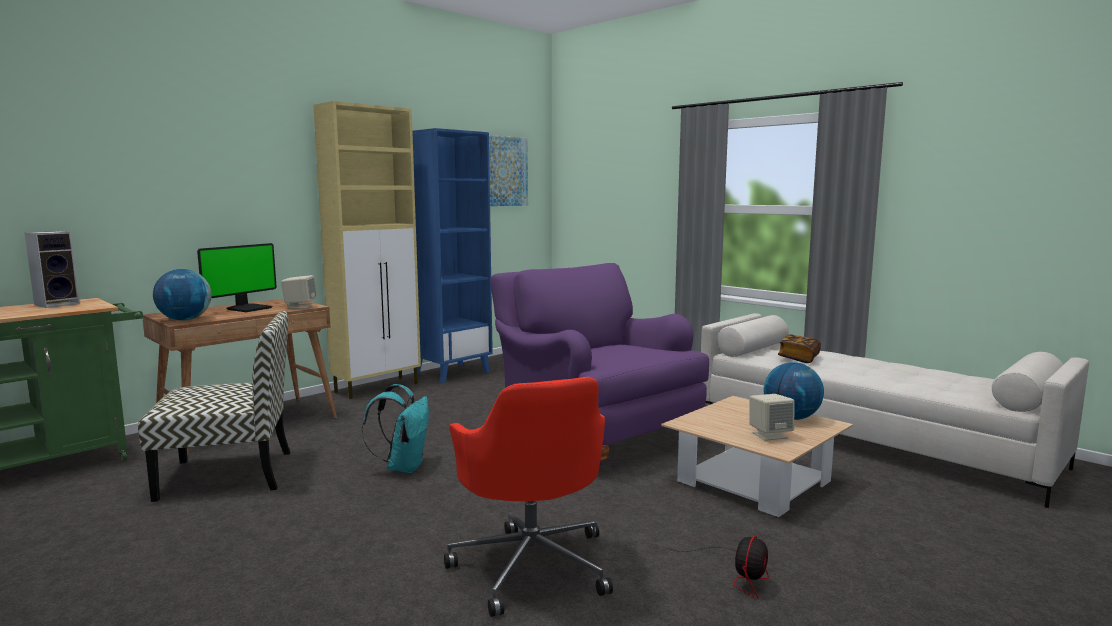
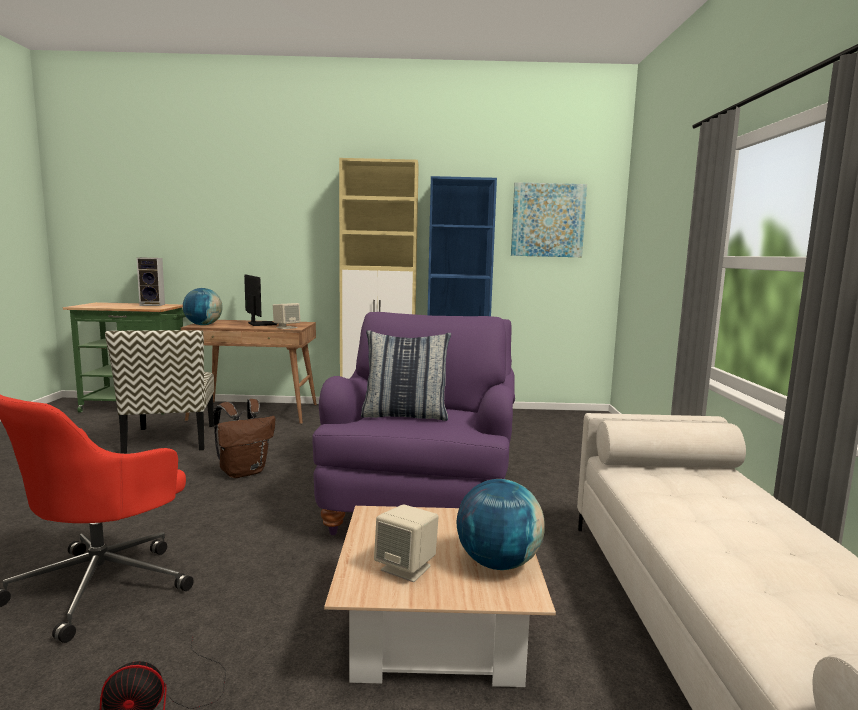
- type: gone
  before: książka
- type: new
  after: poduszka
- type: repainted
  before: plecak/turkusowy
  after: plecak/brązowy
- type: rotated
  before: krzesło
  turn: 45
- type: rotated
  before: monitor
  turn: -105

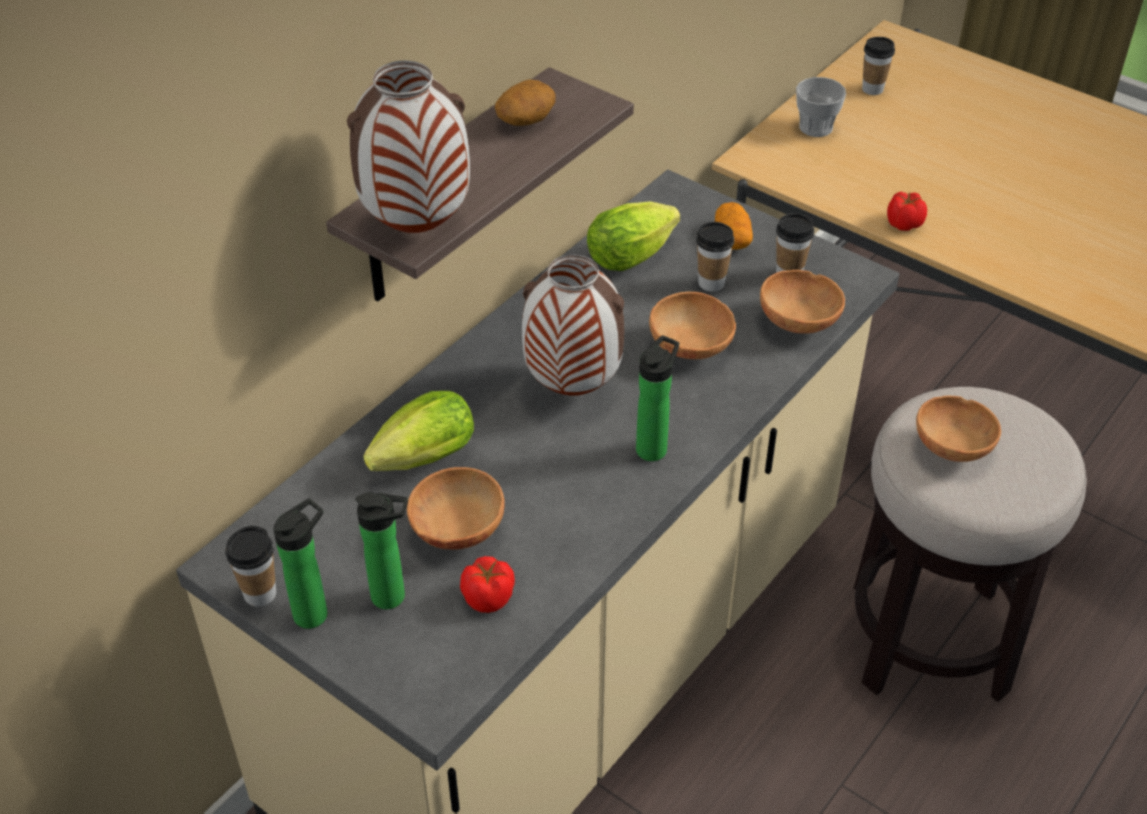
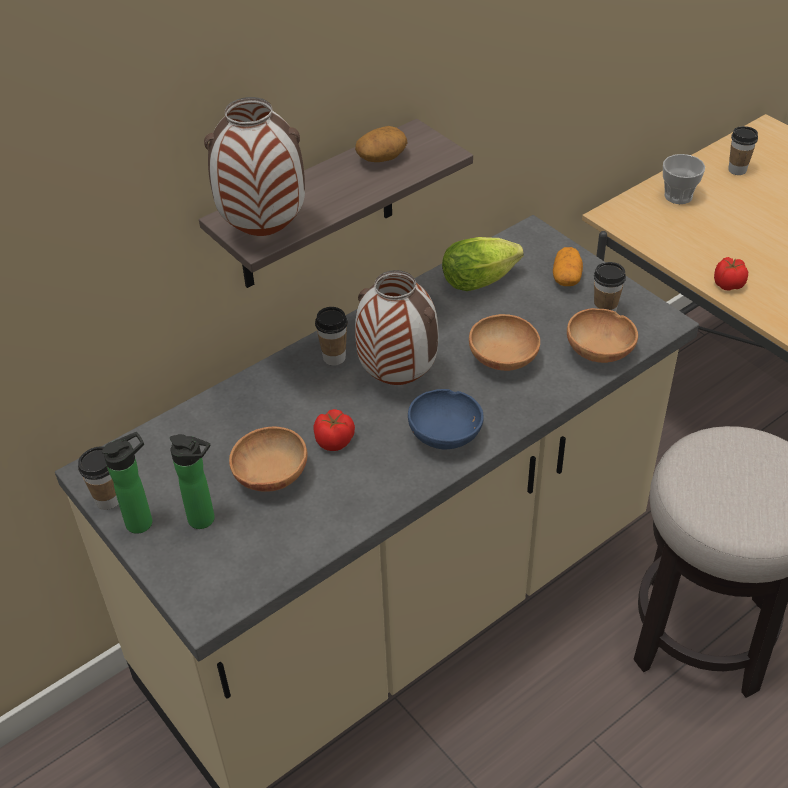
- type: gone
  before: sałata (no. 1 from left)
- type: gone
  before: miska/brązowy (no. 4 from left)
- type: shifted
  before: pomidor (no. 1 from left)
- type: shifted
  before: filiżanka (no. 2 from left)
- type: swapped
  before: butelka (no. 3 from left)
  after: miska/niebieski

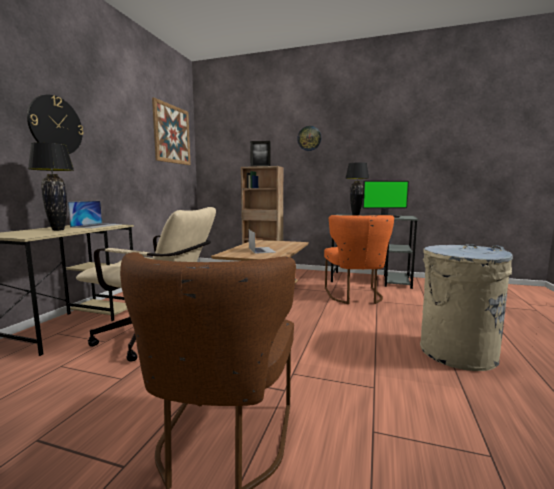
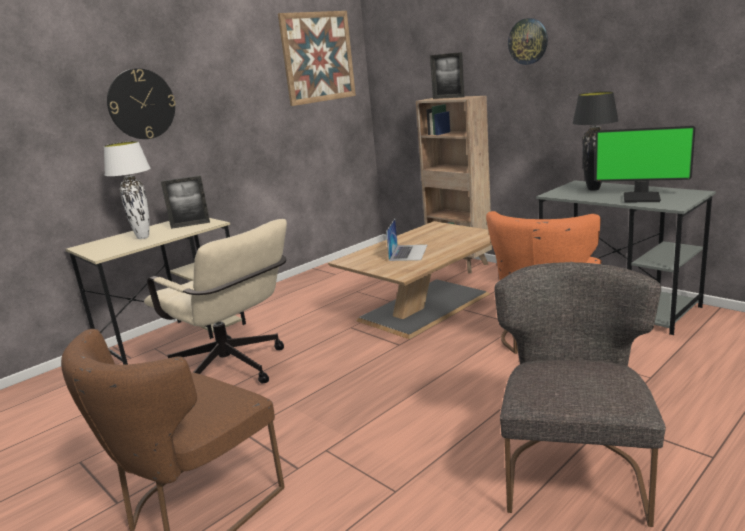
- type: swapped
  before: laptop (no. 1 from left)
  after: ramka na zdjęcie (no. 1 from left)
- type: swapped
  before: kosz na śmieci/beżowy
  after: krzesło/szary
- type: repainted
  before: lampa stołowa/czarny (no. 1 from left)
  after: lampa stołowa/biały

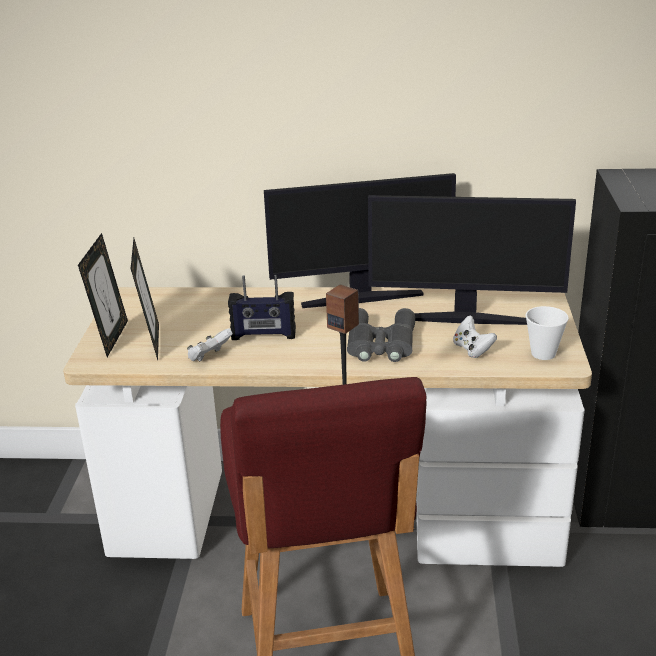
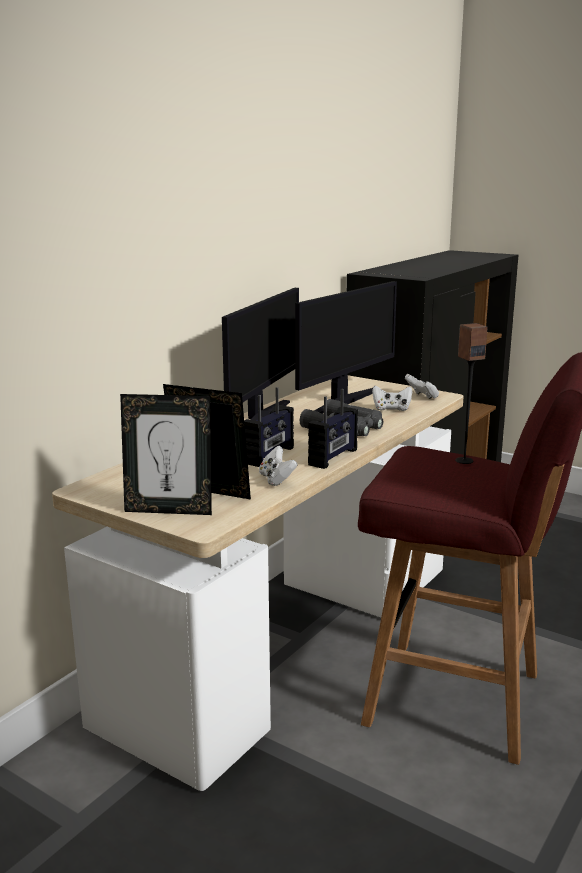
- type: new
  after: radio (no. 2 from left)
- type: swapped
  before: filiżanka
  after: pad do gier/biały (no. 3 from left)
- type: rotated
  before: ramka na zdjęcie (no. 1 from left)
  turn: 150

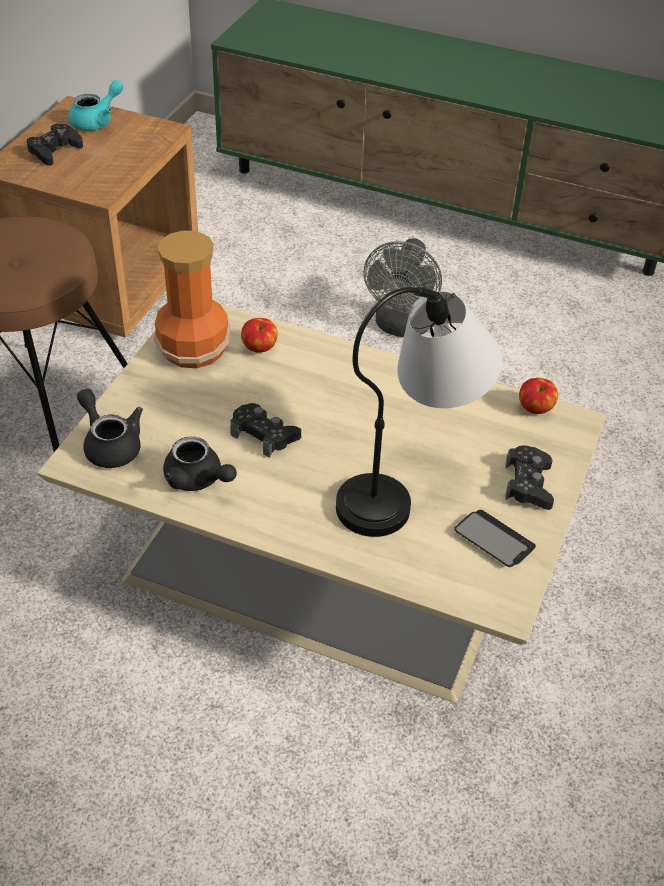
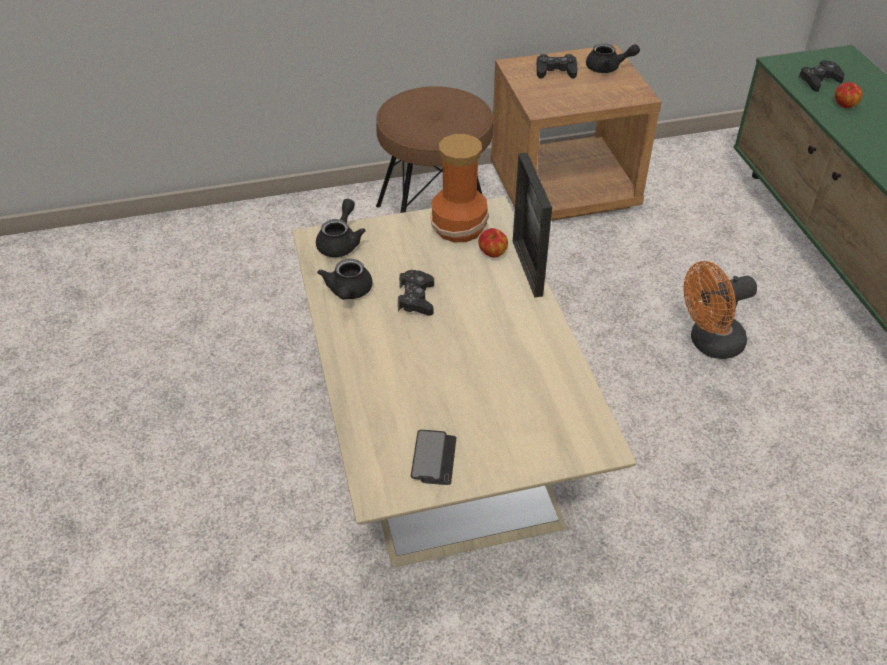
- type: gone
  before: lampa stołowa
- type: new
  after: ramka na zdjęcie
- type: shifted
  before: pad do gier/czarny (no. 3 from left)
- type: shifted
  before: jabłko (no. 2 from left)
- type: repainted
  before: imbryk/turkusowy
  after: imbryk/czarny (no. 3 from left)
- type: repainted
  before: wentylator/szary
  after: wentylator/pomarańczowy

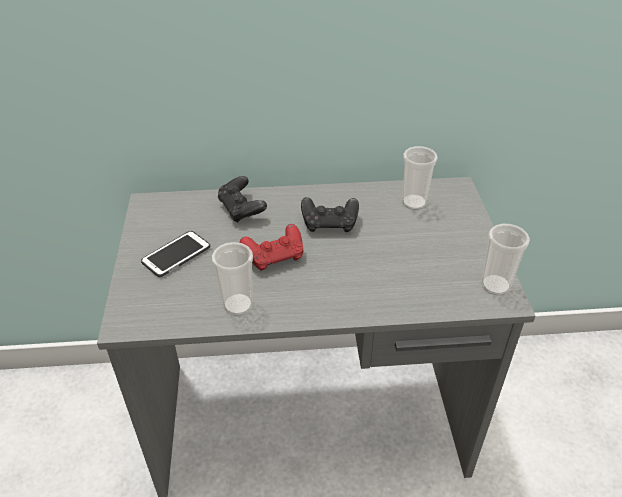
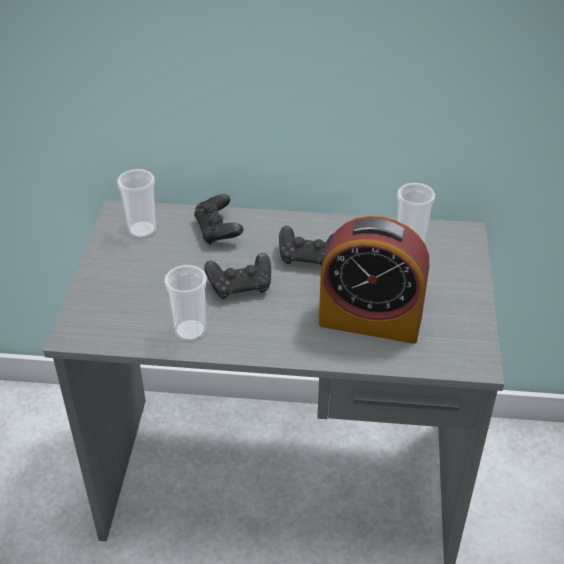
- type: gone
  before: telefon
- type: new
  after: budzik
- type: shifted
  before: filiżanka (no. 3 from left in the first image)
  after: filiżanka (no. 1 from left)
- type: repainted
  before: pad do gier/czerwony
  after: pad do gier/czarny (no. 2 from left)

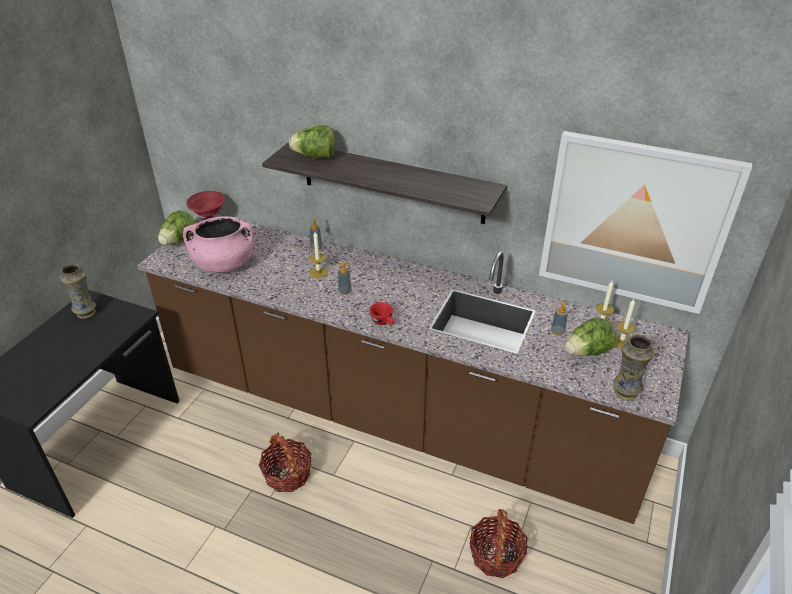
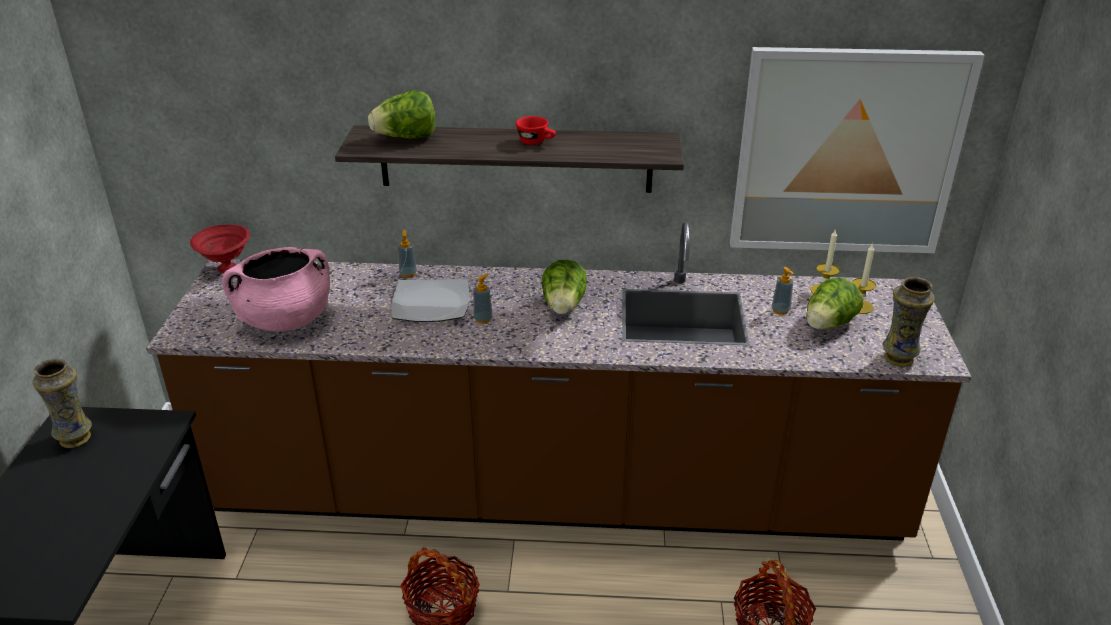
- type: shifted
  before: sałata (no. 1 from left in the first image)
  after: sałata (no. 2 from left)
- type: shifted
  before: filiżanka/czerwony
- type: swapped
  before: świeca (no. 1 from left)
  after: talerz

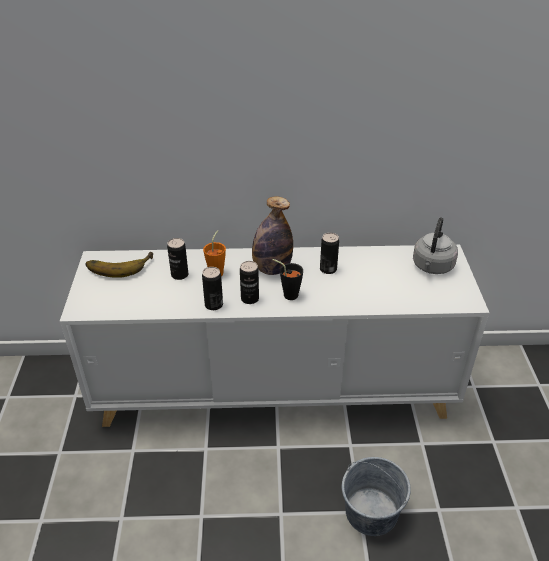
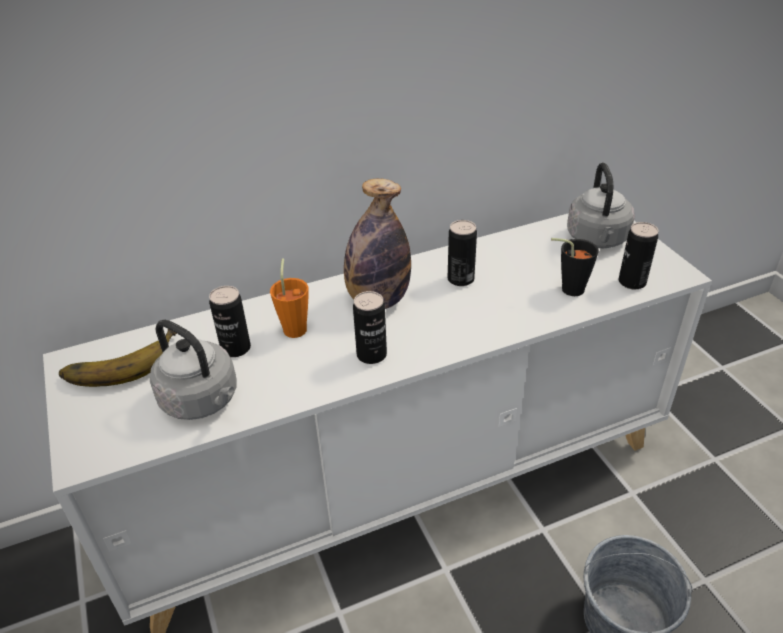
- type: new
  after: czajnik/szary (no. 1 from left)
- type: shifted
  before: puszka (no. 2 from left in the first image)
  after: puszka (no. 4 from left)
- type: shifted
  before: filiżanka/czarny

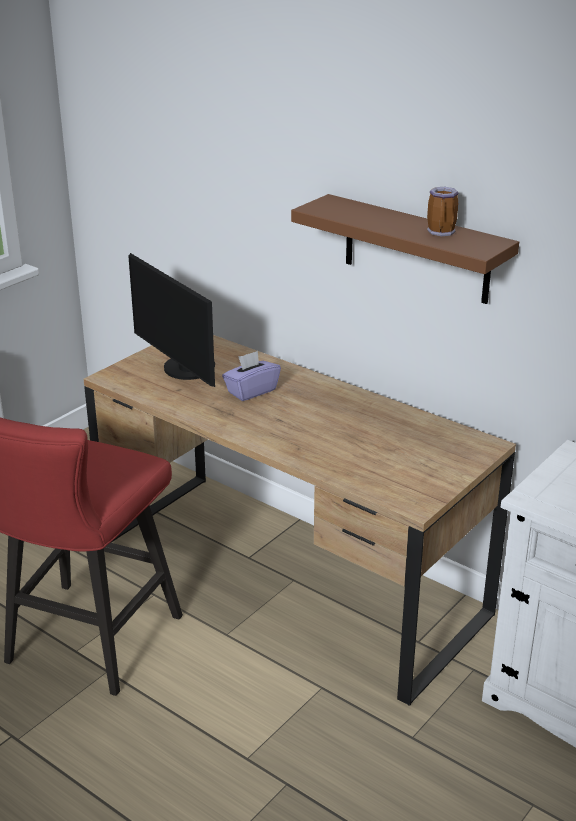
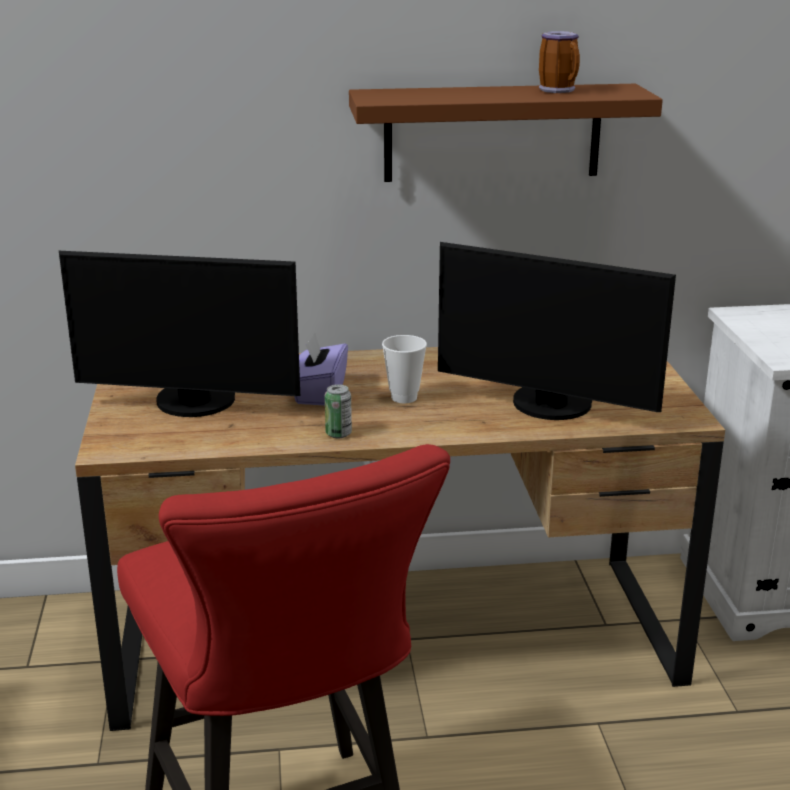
- type: new
  after: puszka
- type: new
  after: filiżanka
- type: new
  after: monitor (no. 2 from left)

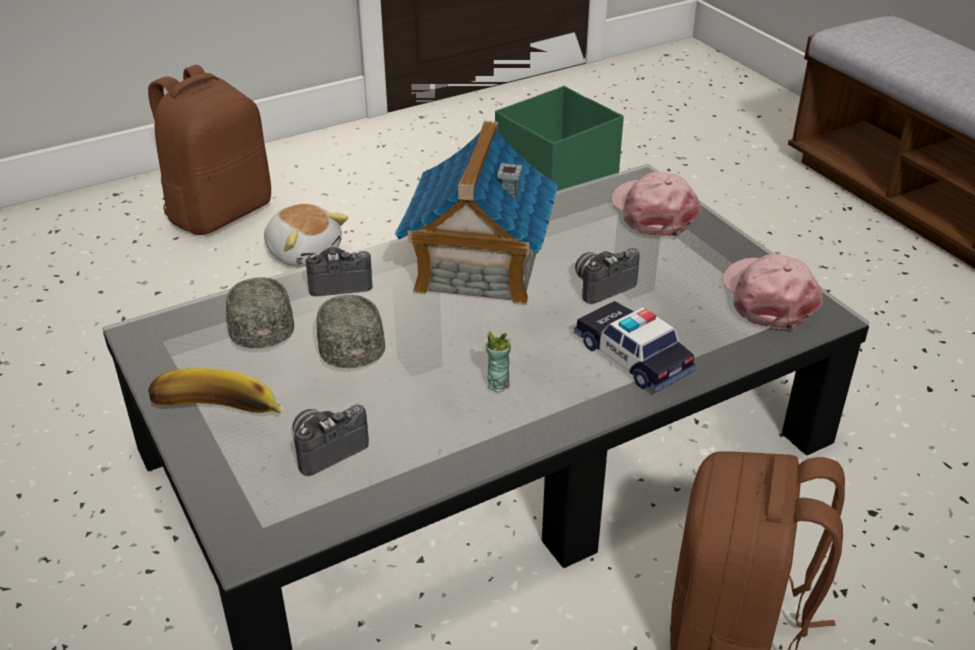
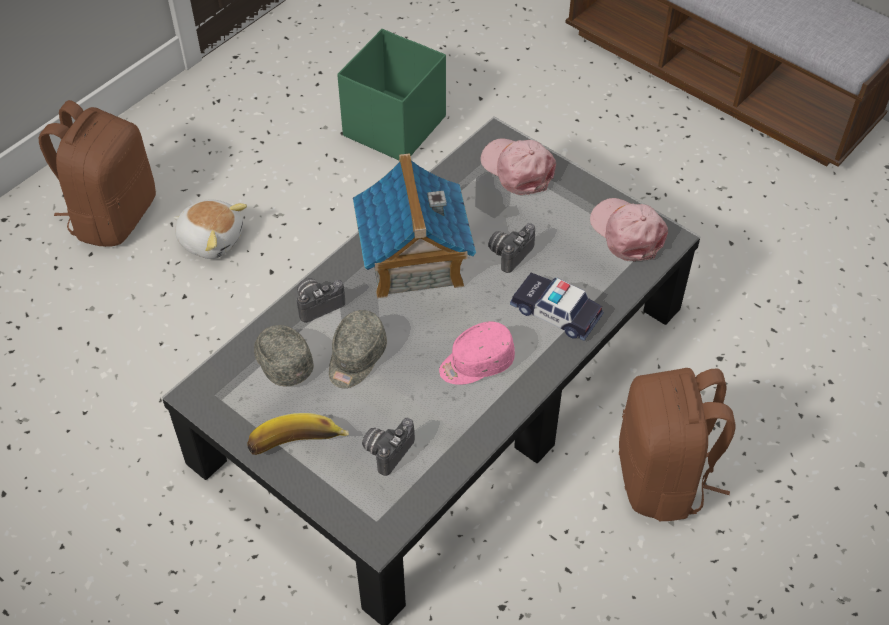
- type: swapped
  before: filiżanka
  after: czapka z daszkiem/różowy (no. 1 from left)
- type: rotated
  before: czapka z daszkiem/szary (no. 2 from left)
  turn: -120

